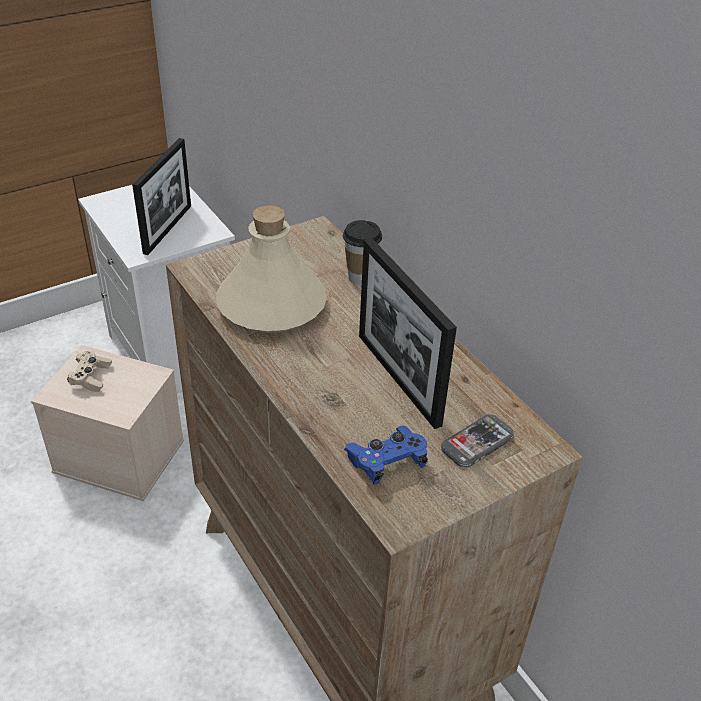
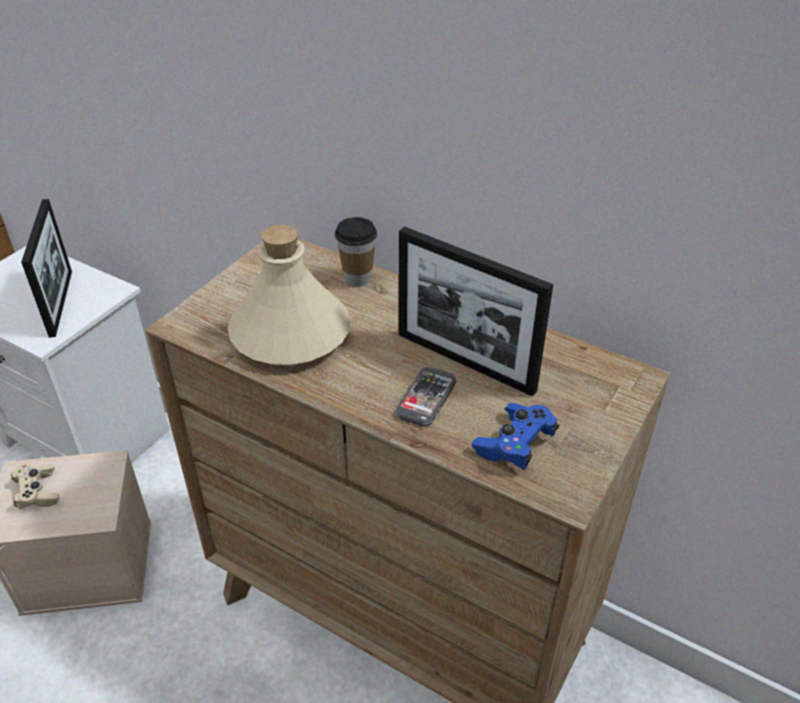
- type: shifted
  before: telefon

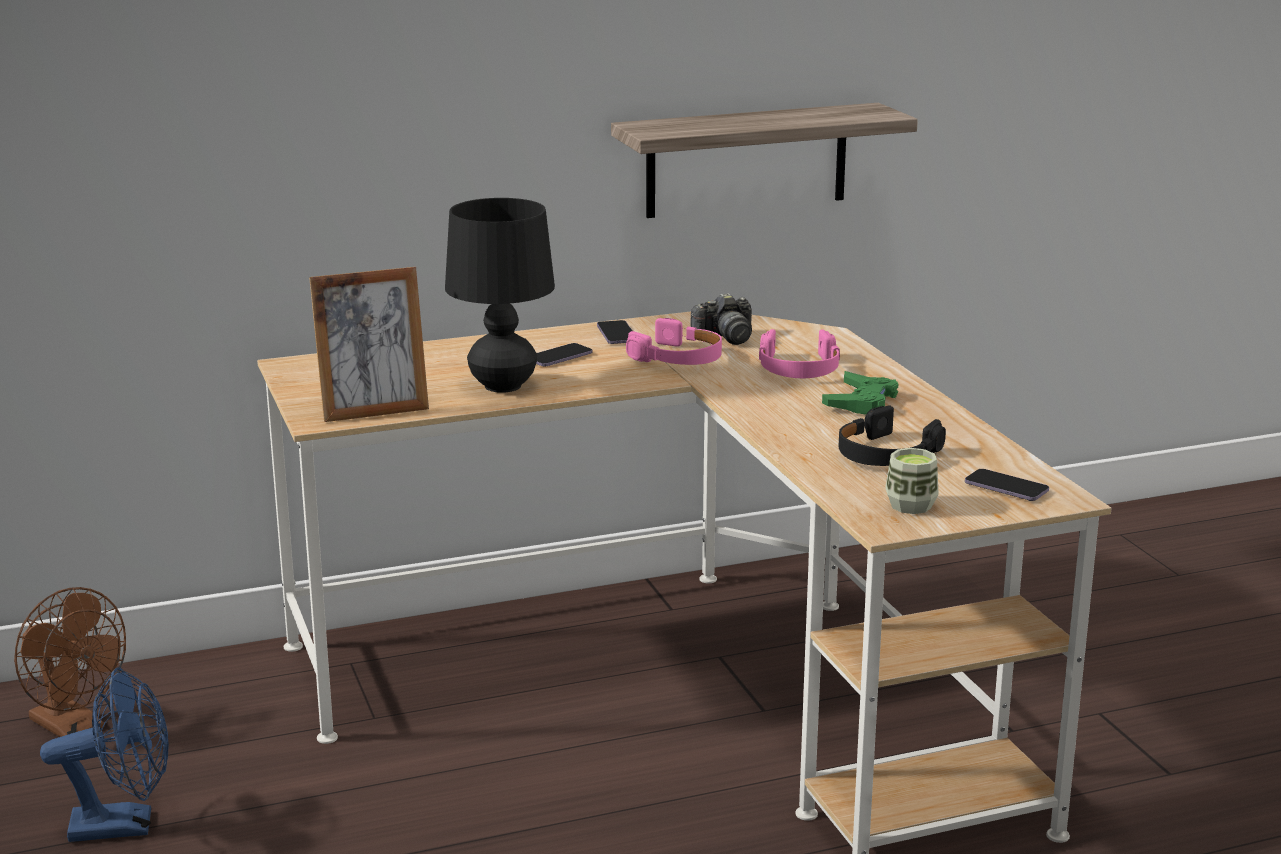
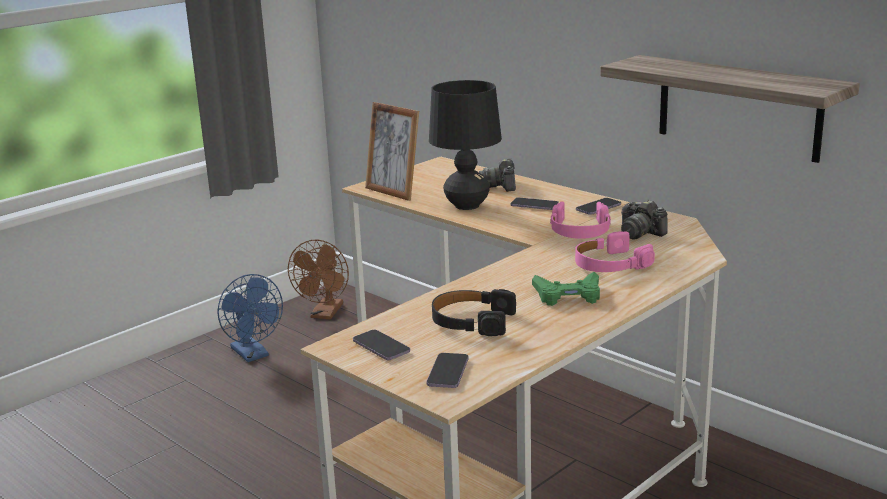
- type: new
  after: aparat fotograficzny (no. 1 from left)
- type: swapped
  before: filiżanka
  after: telefon (no. 1 from left)

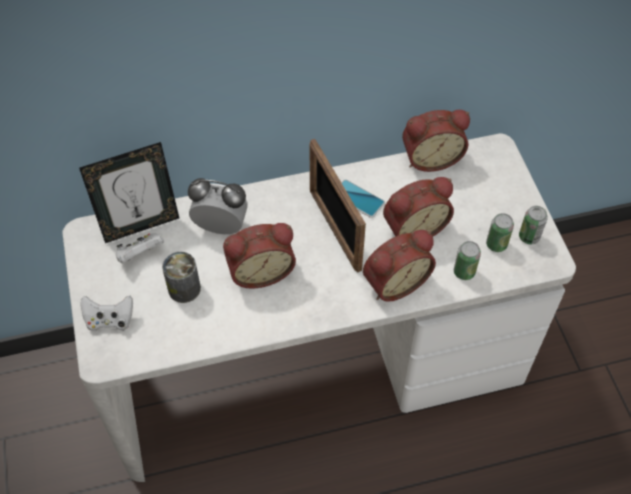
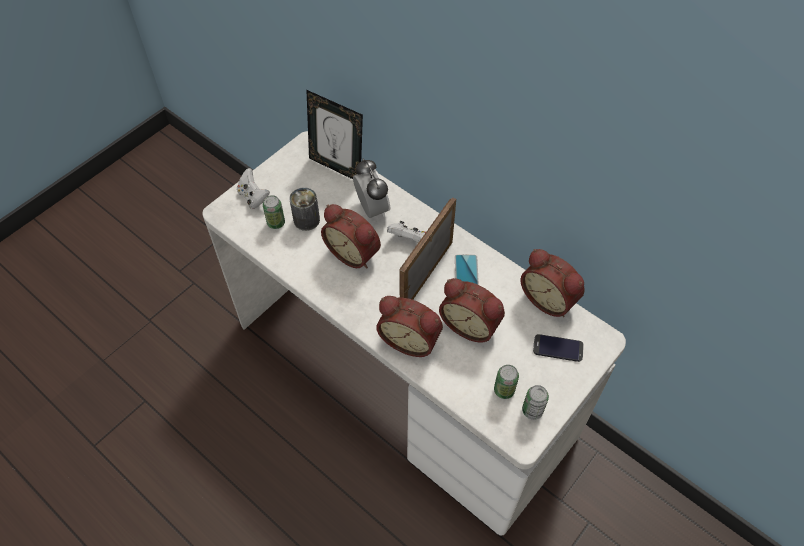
- type: new
  after: telefon (no. 2 from left)
- type: shifted
  before: pad do gier/biały (no. 2 from left)
- type: shifted
  before: puszka (no. 2 from left in the first image)
  after: puszka (no. 1 from left)

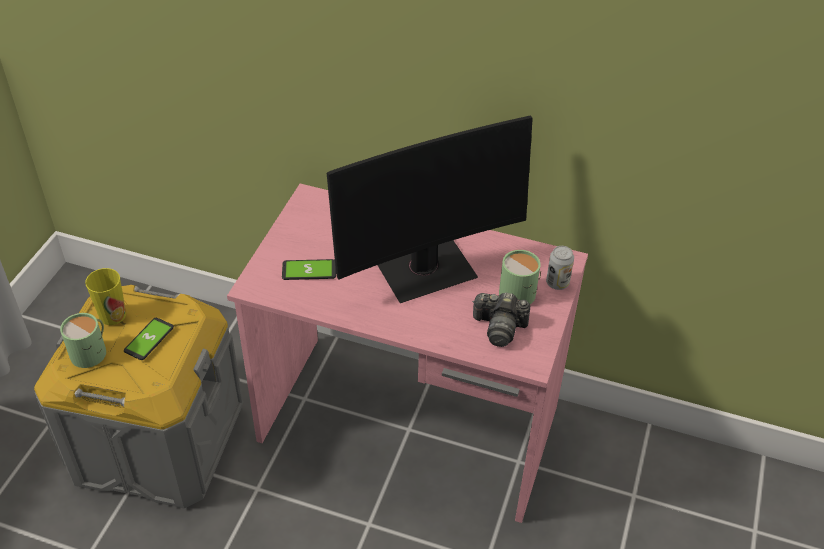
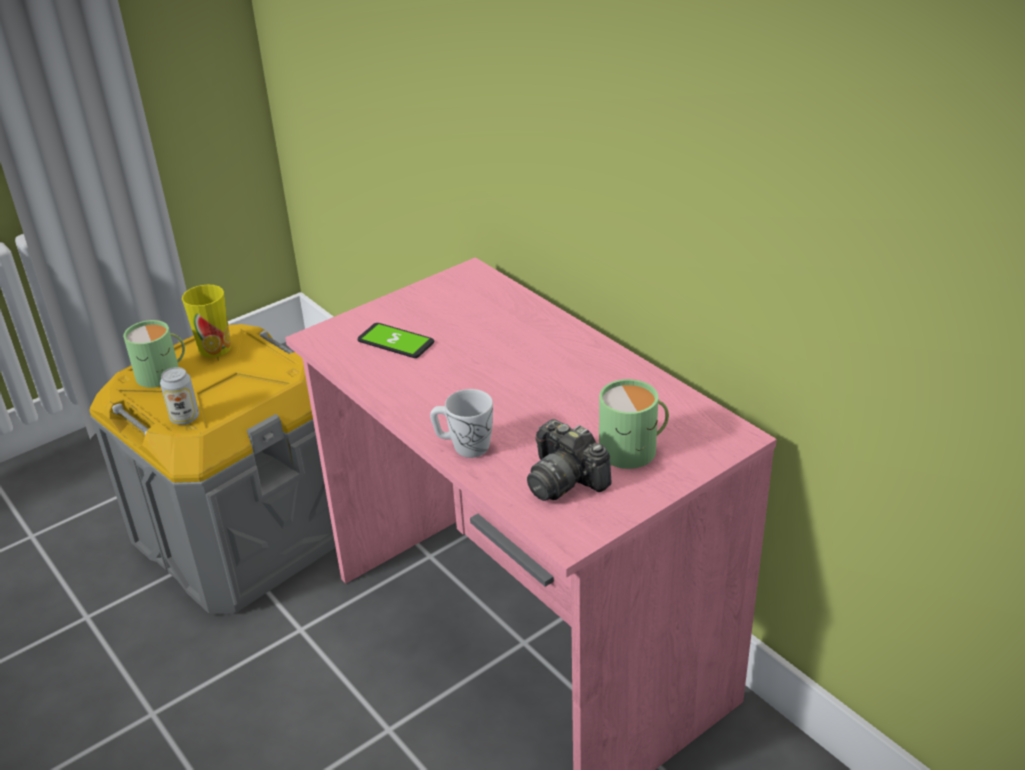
- type: gone
  before: telefon (no. 1 from left)
- type: gone
  before: monitor
- type: new
  after: kubek/biały
- type: shifted
  before: puszka

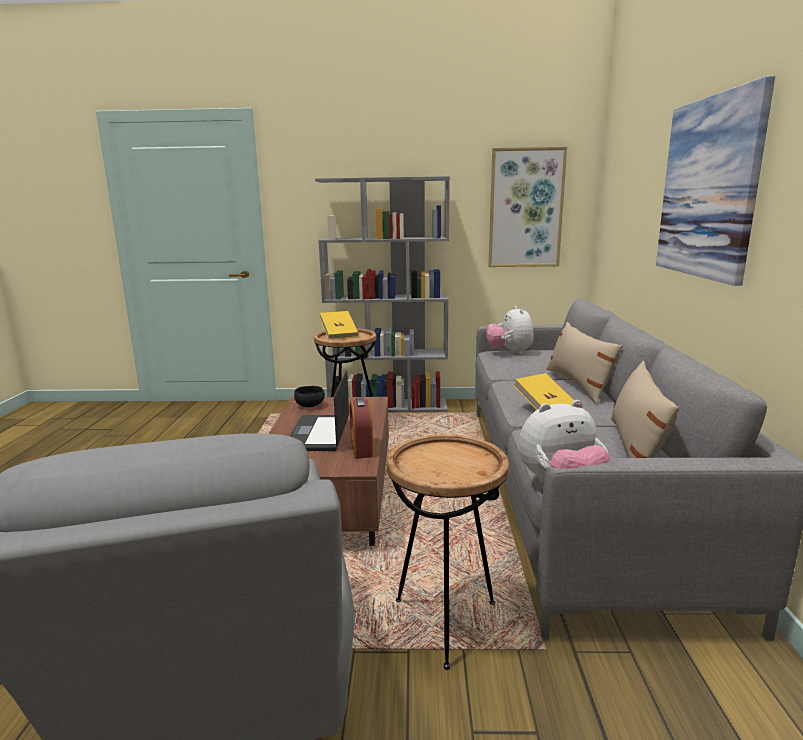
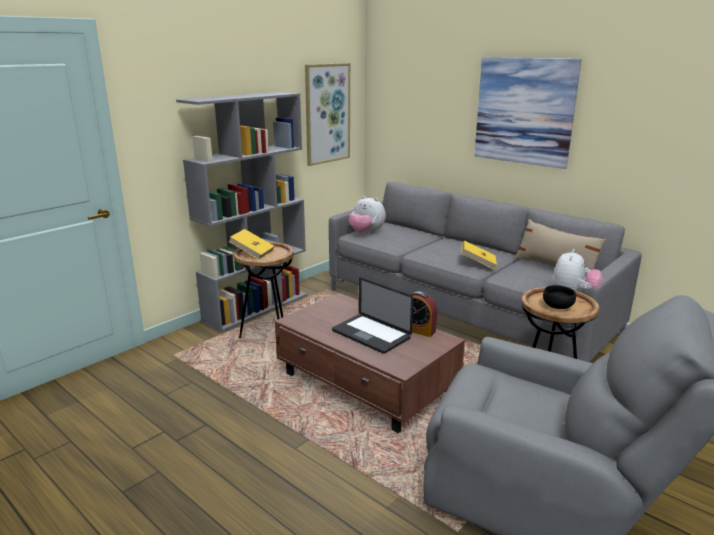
- type: gone
  before: poduszka/beżowy (no. 1 from left)
- type: shifted
  before: miska/czarny

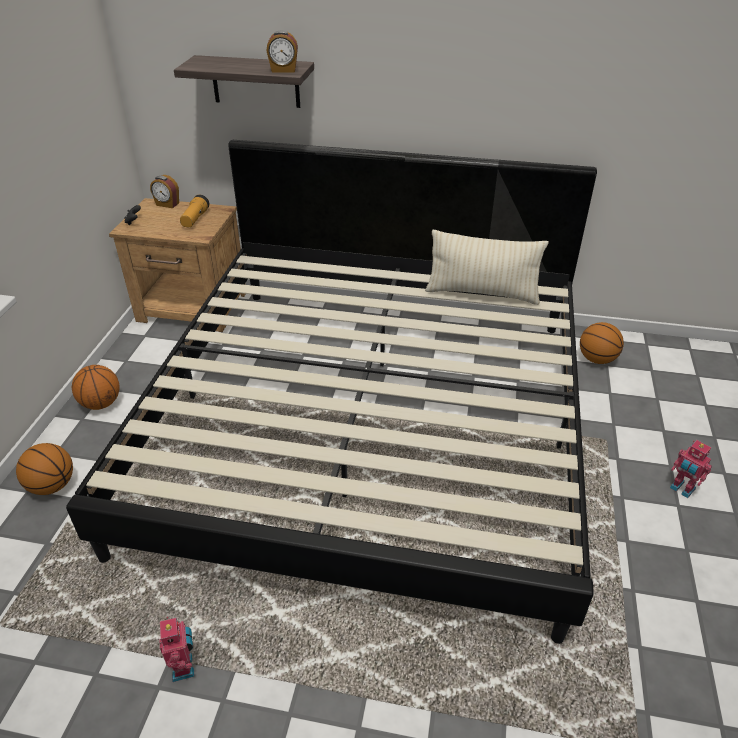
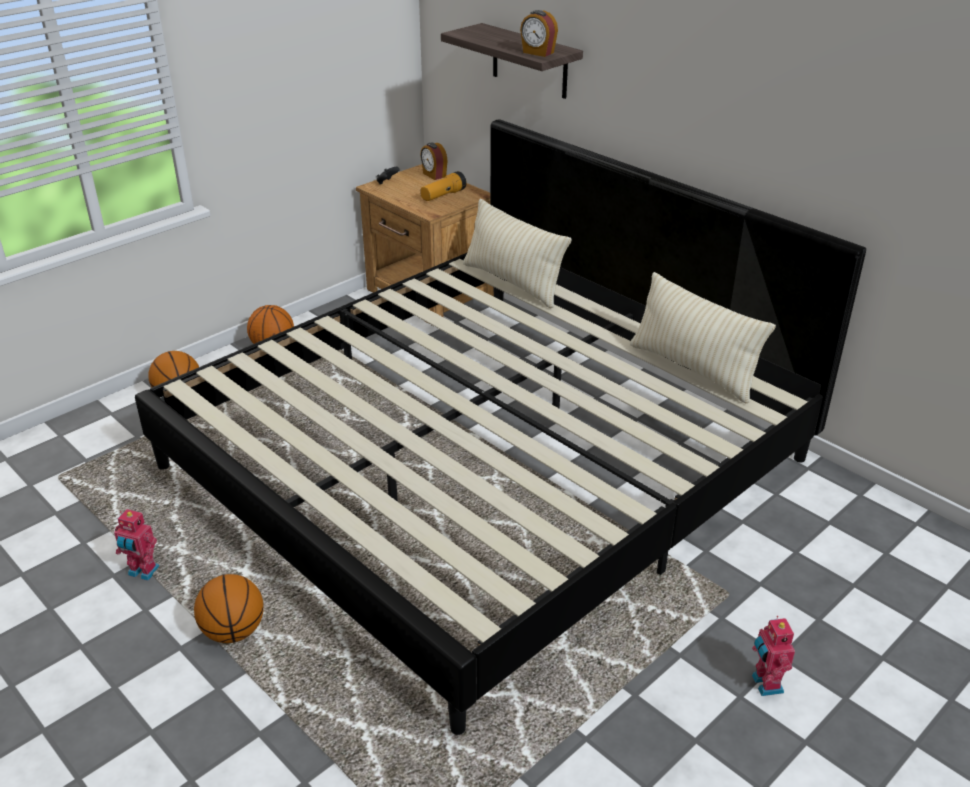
- type: new
  after: poduszka/beżowy (no. 1 from left)
- type: shifted
  before: piłka do koszykówki (no. 3 from left in the first image)
  after: piłka do koszykówki (no. 2 from left)
- type: rotated
  before: robot zabawkowy (no. 1 from left)
  turn: 90

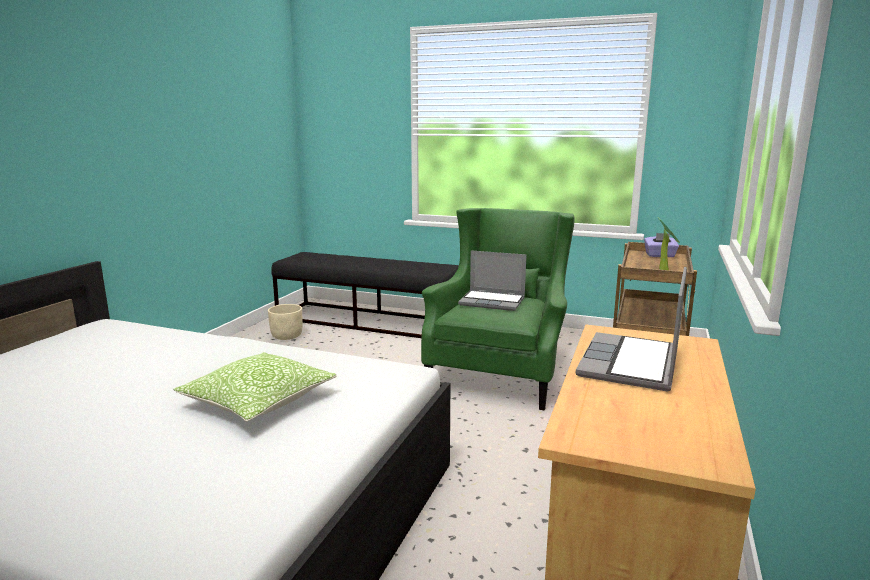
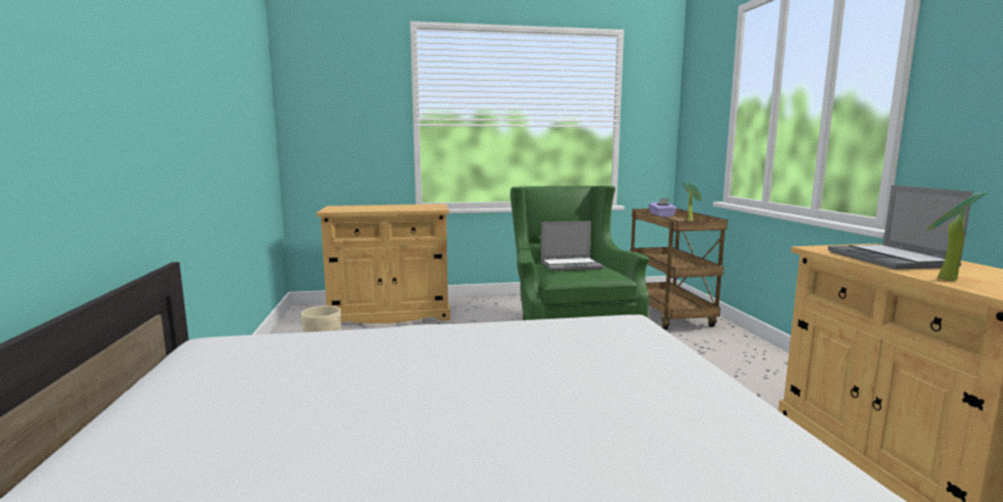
- type: gone
  before: poduszka
- type: new
  after: roślina doniczkowa (no. 2 from left)
- type: swapped
  before: ławka/czarny
  after: szafka/beżowy (no. 1 from left)

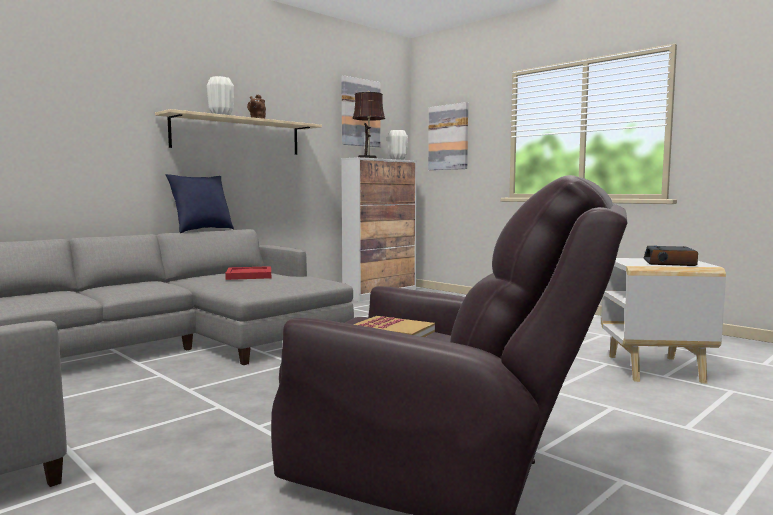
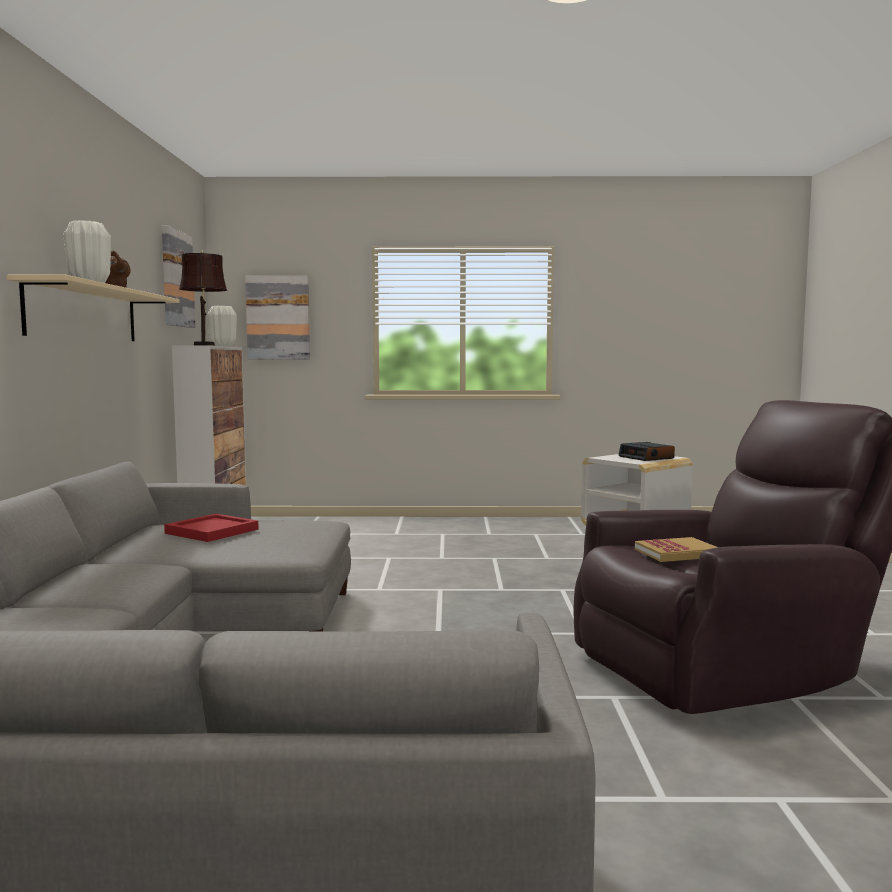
- type: gone
  before: poduszka/niebieski

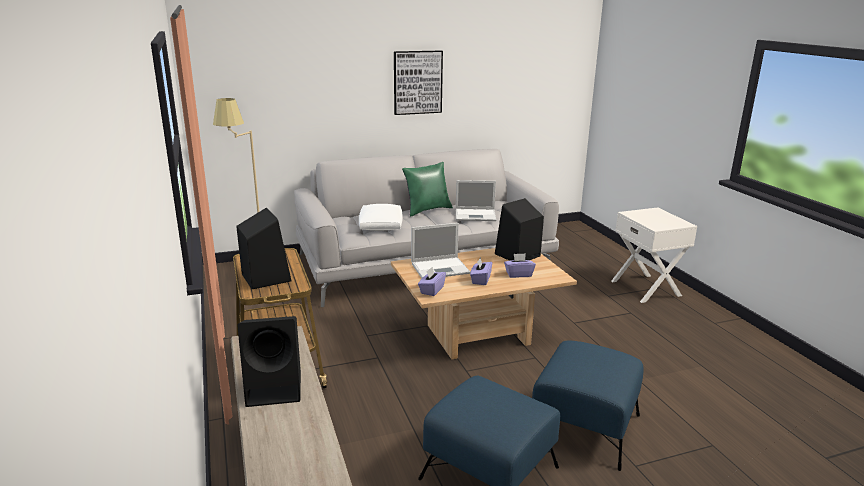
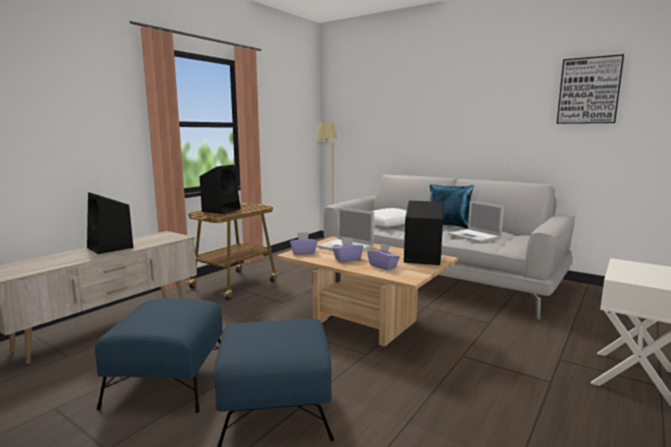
- type: shifted
  before: obraz
- type: repainted
  before: poduszka/zielony
  after: poduszka/niebieski

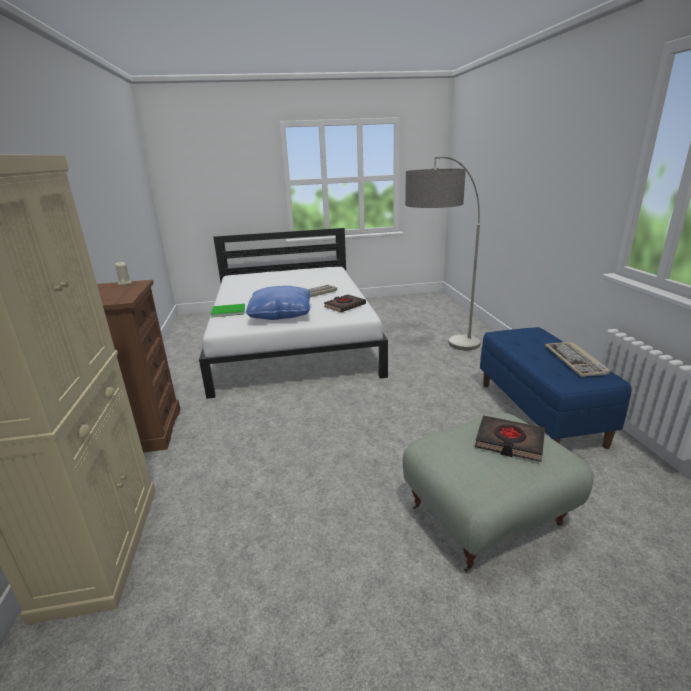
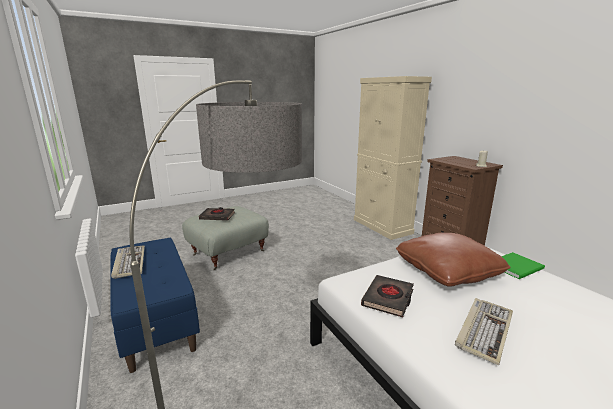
- type: repainted
  before: poduszka/niebieski
  after: poduszka/brązowy

